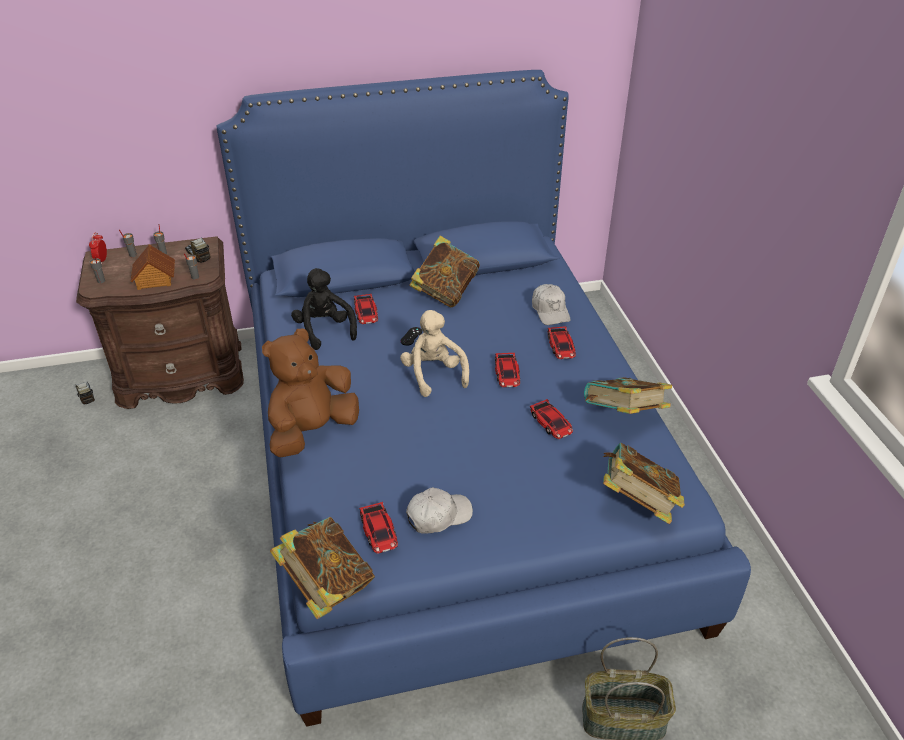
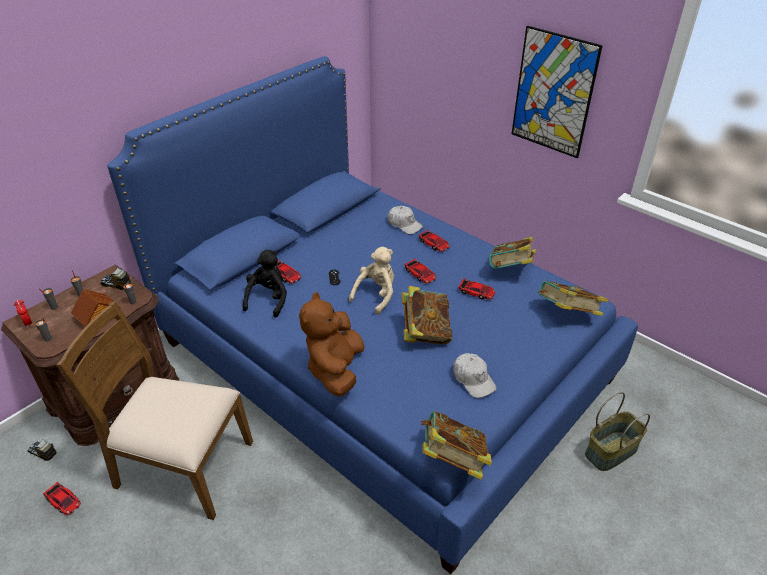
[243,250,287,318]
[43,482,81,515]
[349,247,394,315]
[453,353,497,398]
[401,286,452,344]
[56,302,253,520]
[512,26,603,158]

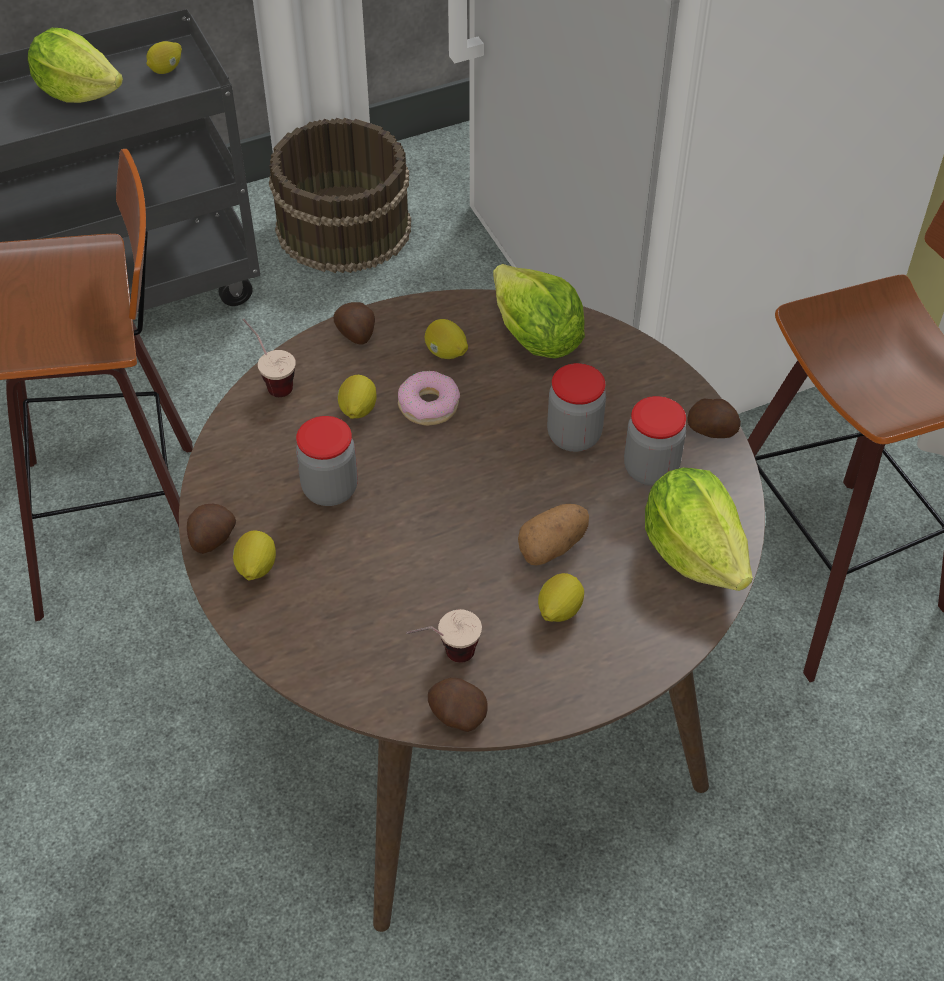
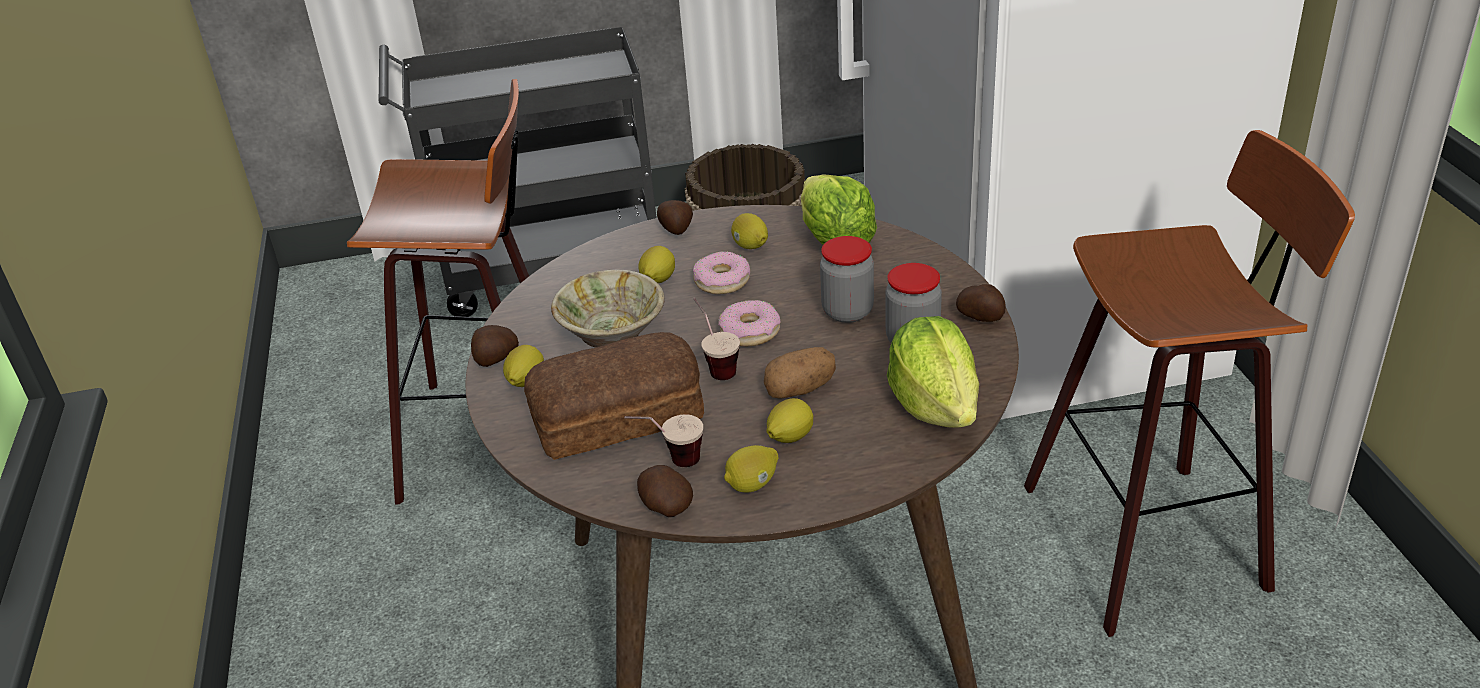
[28,28,123,103] (first image)
[724,445,779,492]
[693,297,740,380]
[551,270,665,348]
[524,332,704,460]
[718,300,780,346]

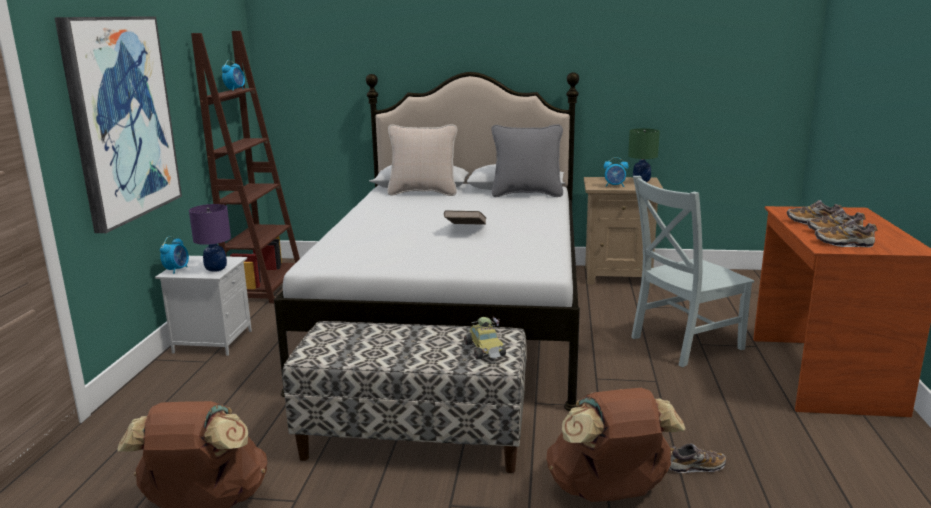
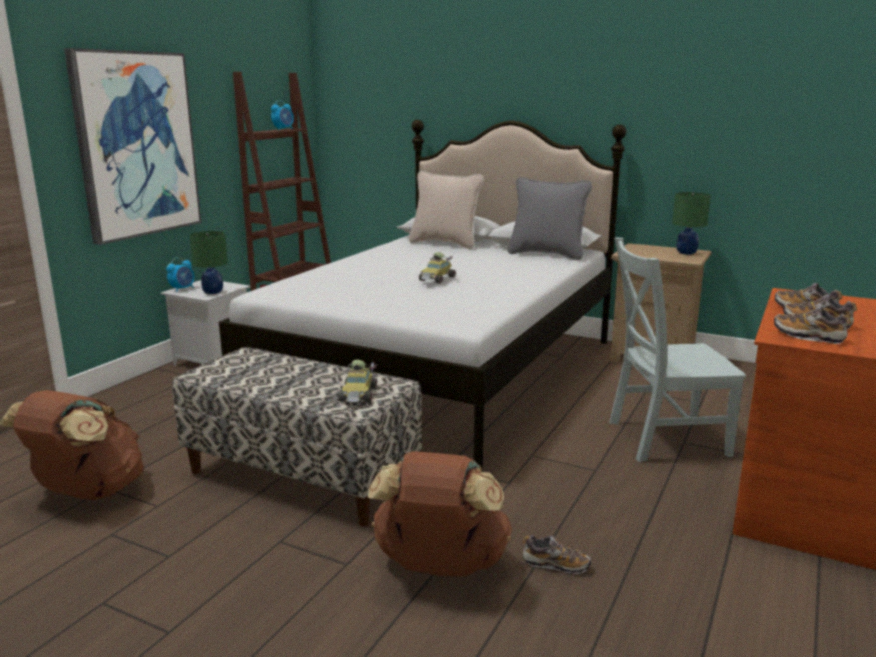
[189,231,228,294]
[419,252,456,284]
[604,157,628,187] (first image)

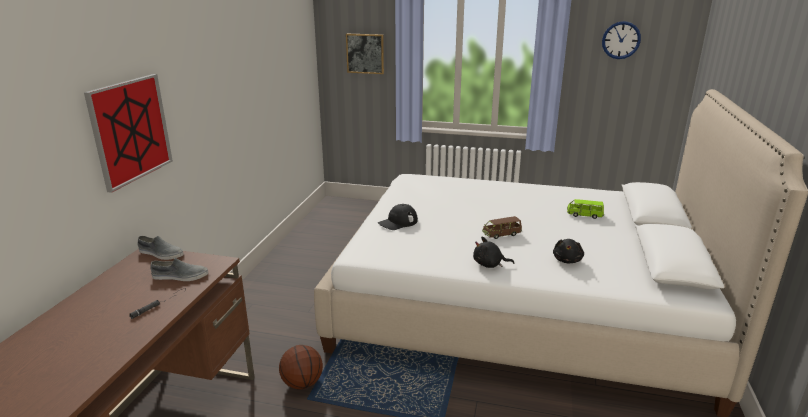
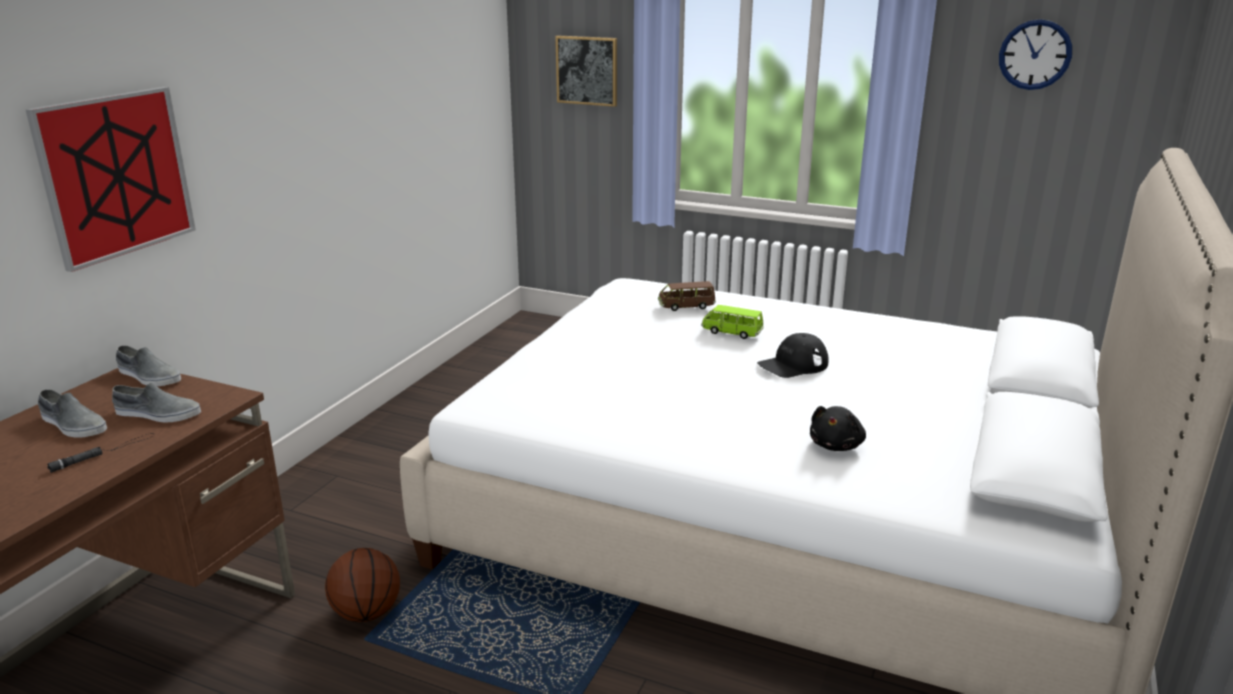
[757,333,829,378]
[473,237,514,268] (first image)
[658,281,716,311]
[701,305,764,339]
[38,389,107,438]

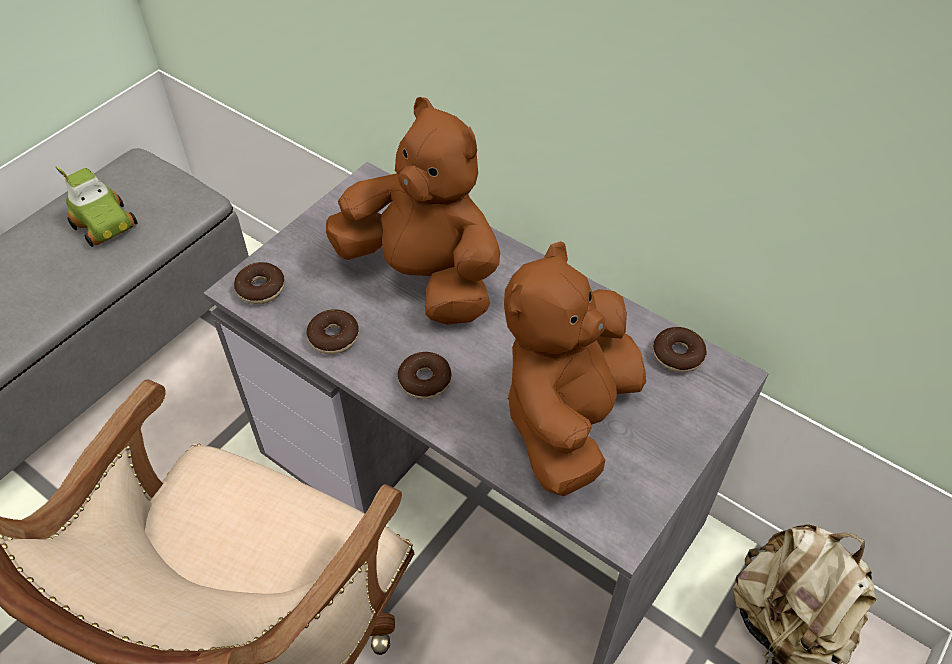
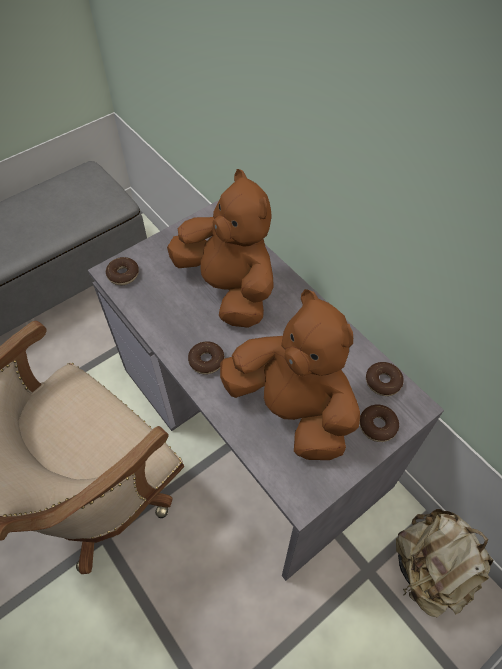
[56,166,138,247] (first image)
[359,404,399,442]
[220,289,360,460]

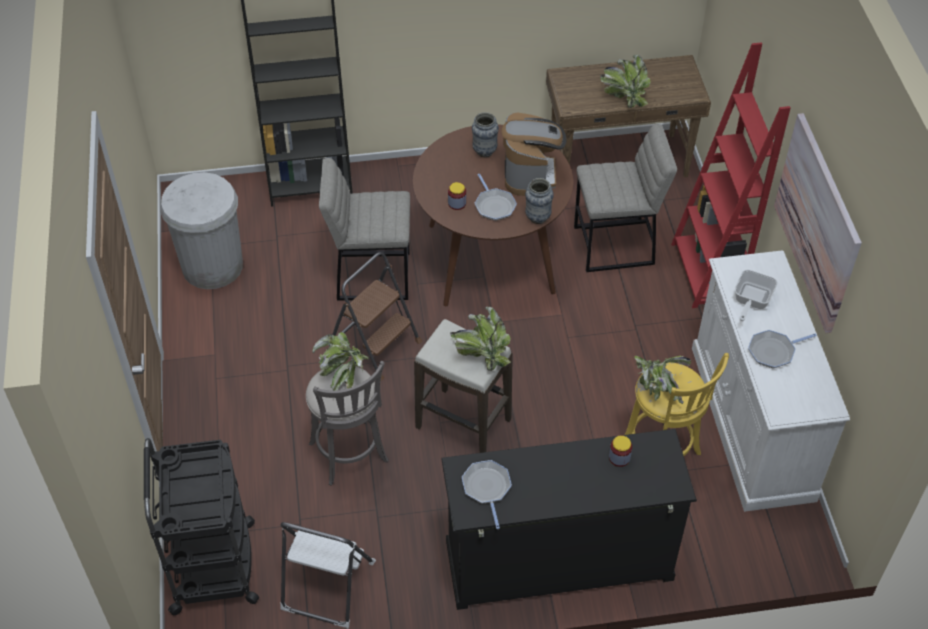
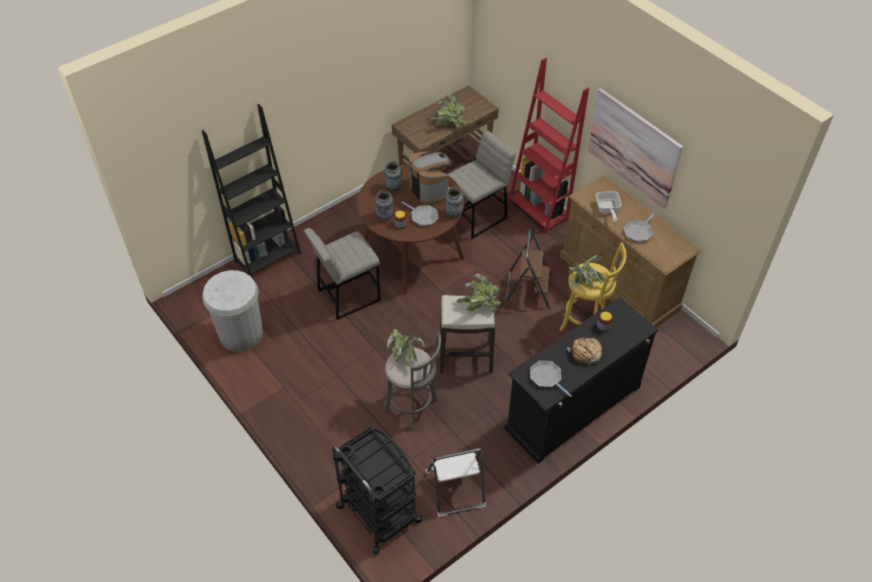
[504,229,554,309]
[560,175,701,328]
[375,190,393,221]
[567,338,602,365]

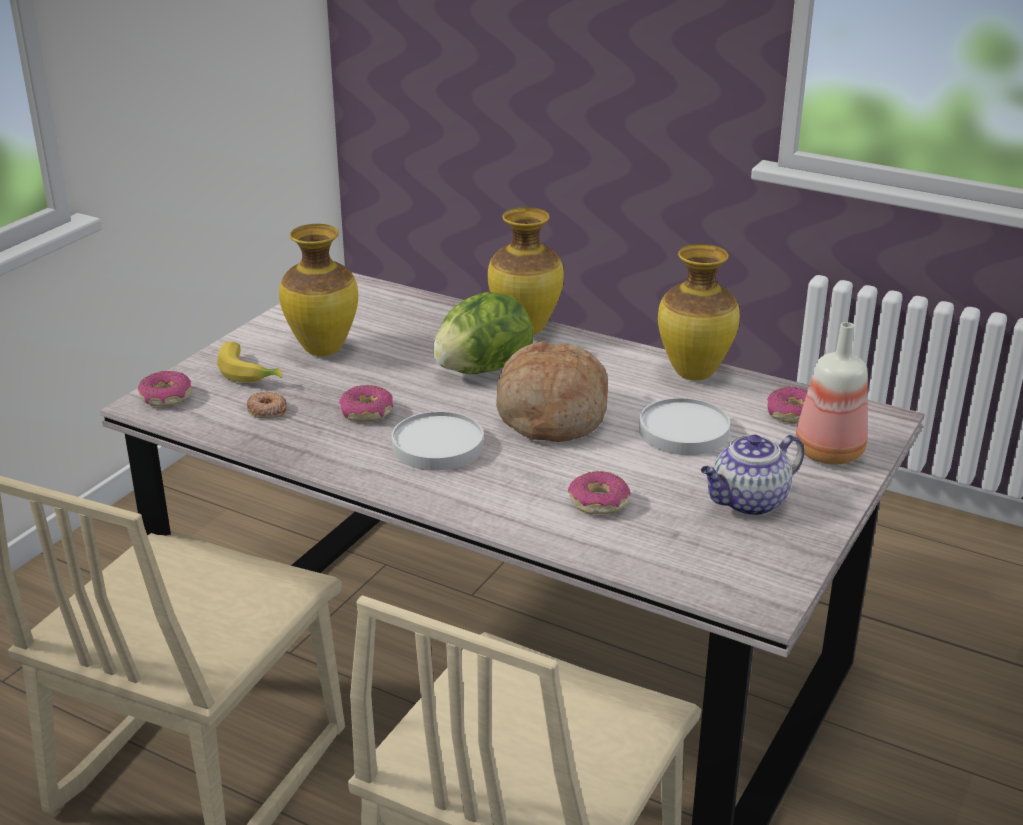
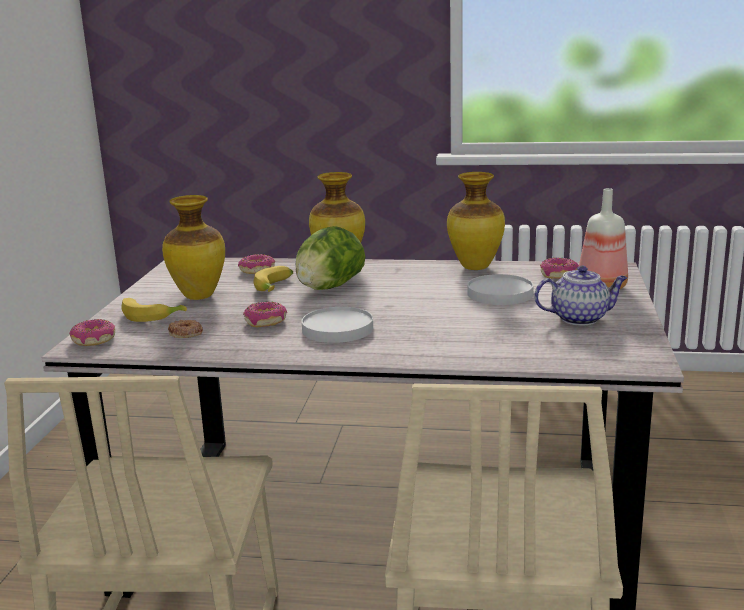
[496,341,608,442] (first image)
[238,254,275,274]
[534,266,627,326]
[253,266,293,292]

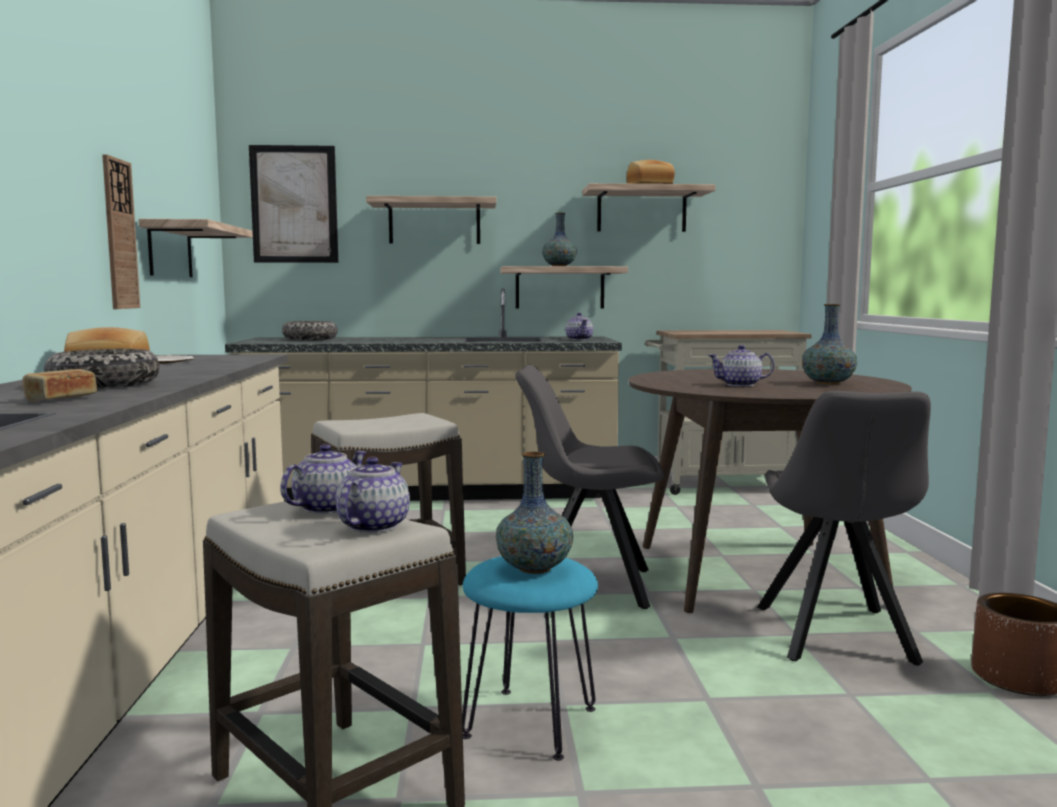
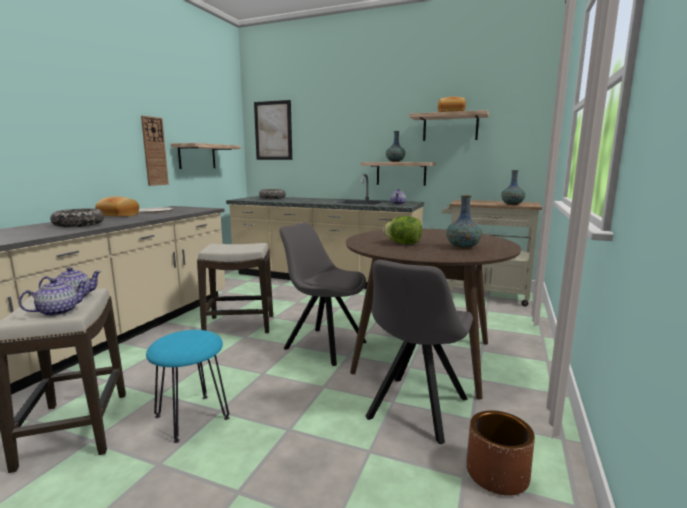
[22,369,97,402] (first image)
[366,196,496,244] (first image)
[501,170,525,205]
[383,216,422,244]

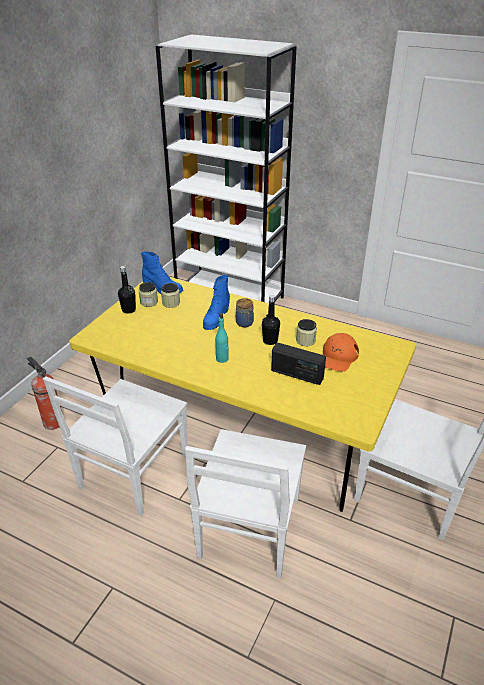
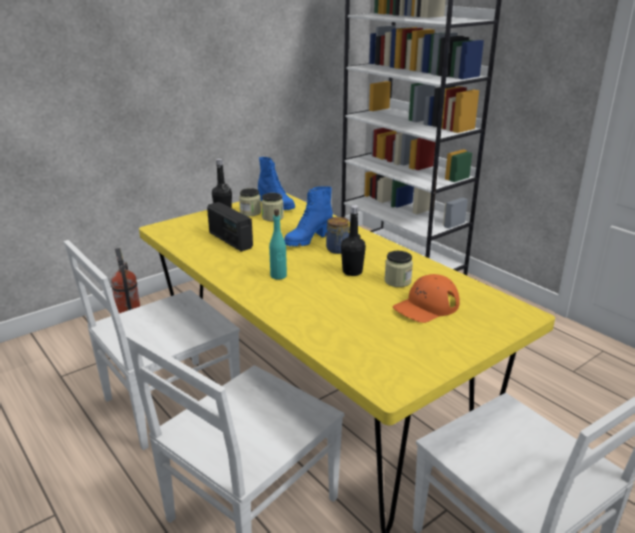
[207,202,253,252]

